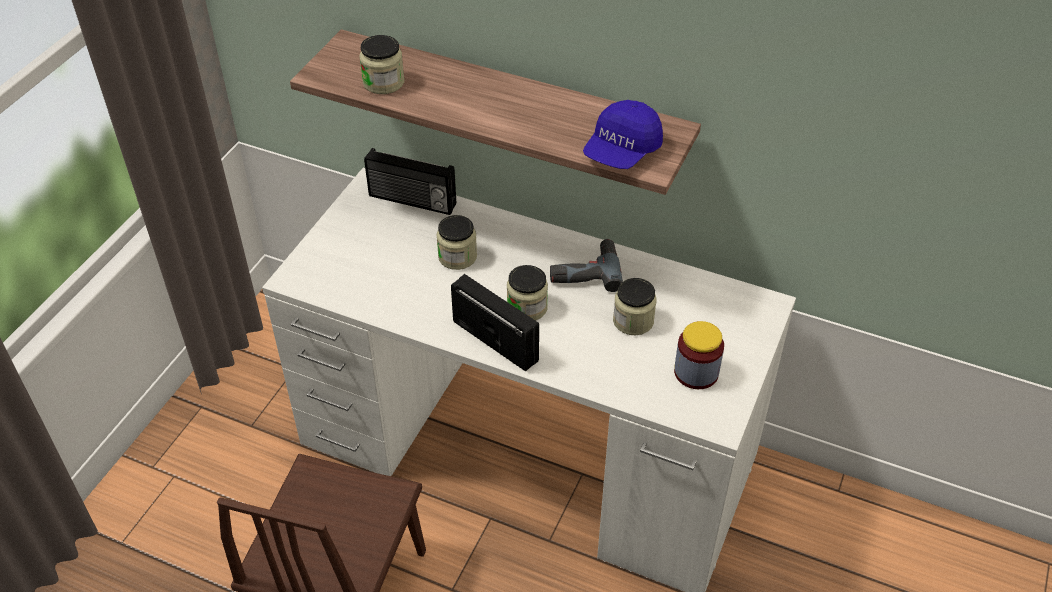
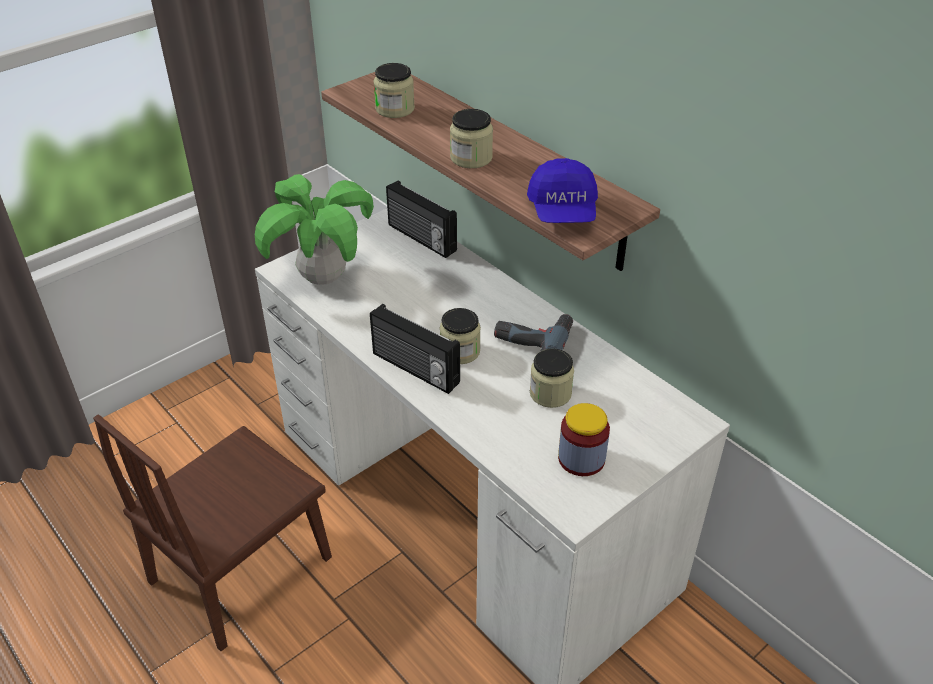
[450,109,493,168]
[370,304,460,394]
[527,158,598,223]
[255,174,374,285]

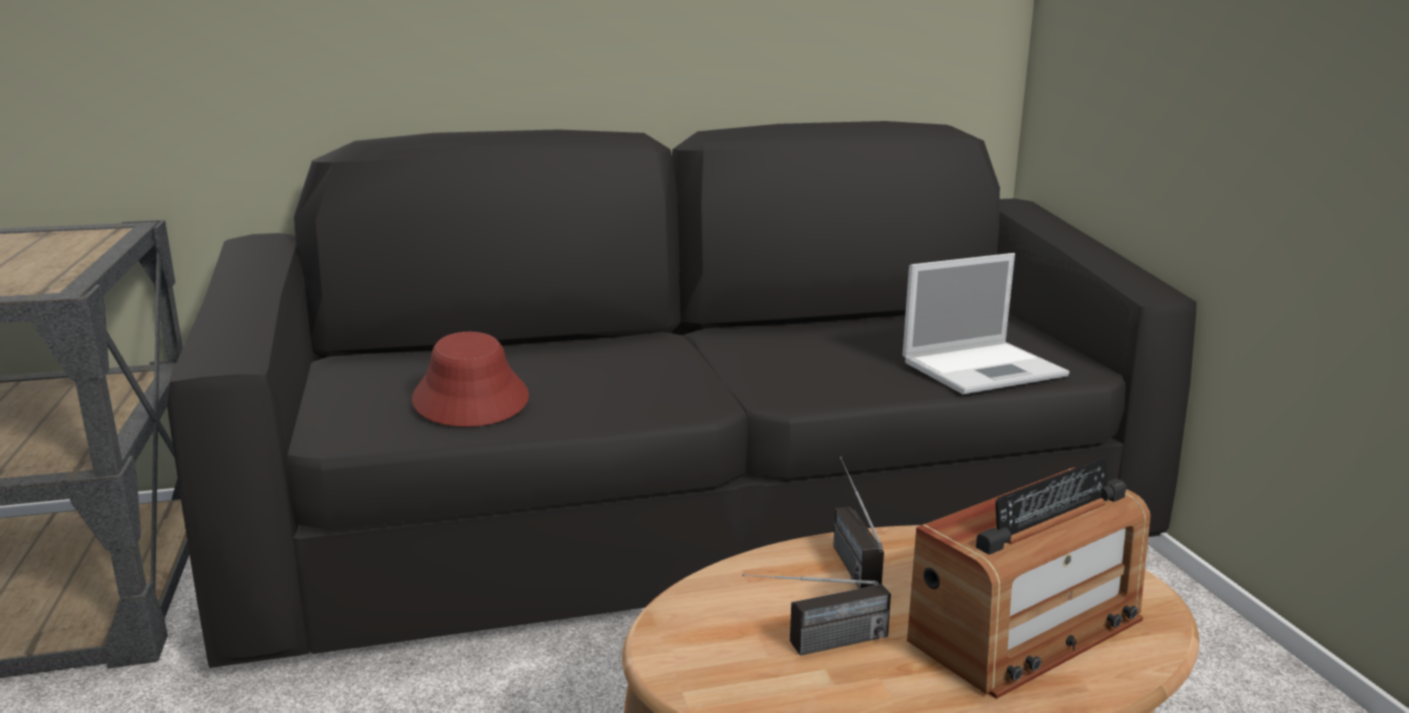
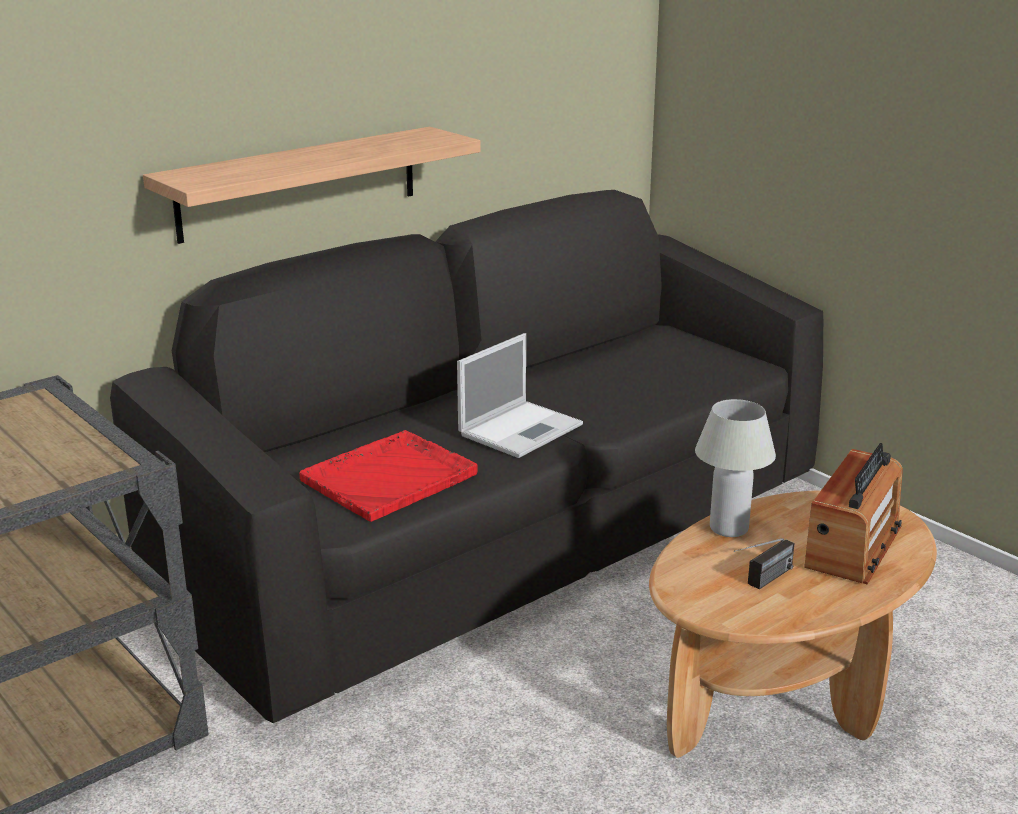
[299,430,478,522]
[695,399,776,537]
[457,333,583,458]
[143,127,481,244]

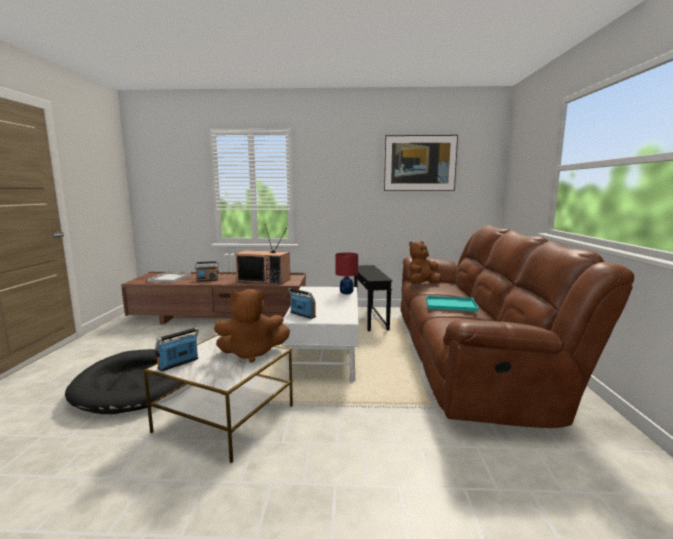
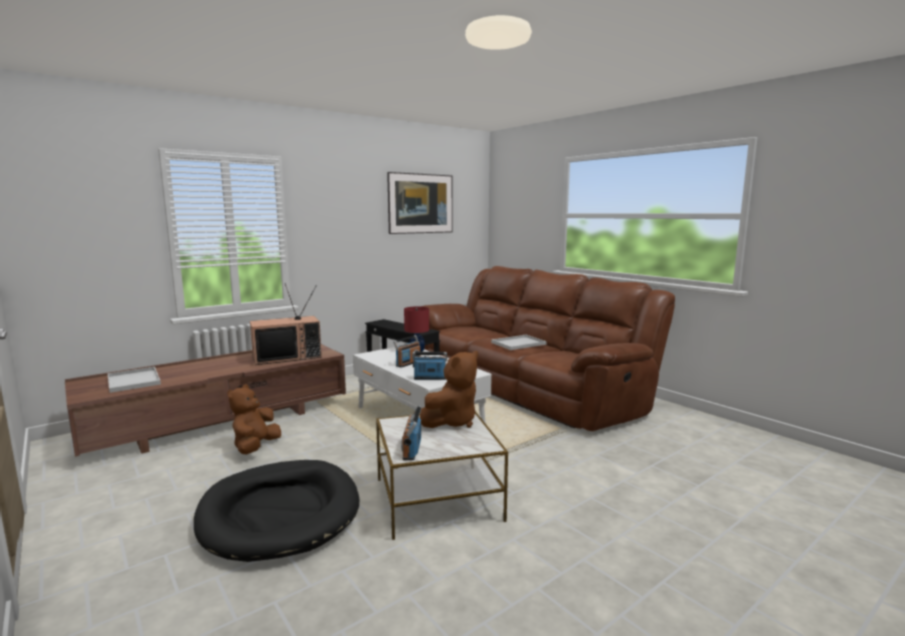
[393,335,421,368]
[228,384,281,454]
[491,335,547,350]

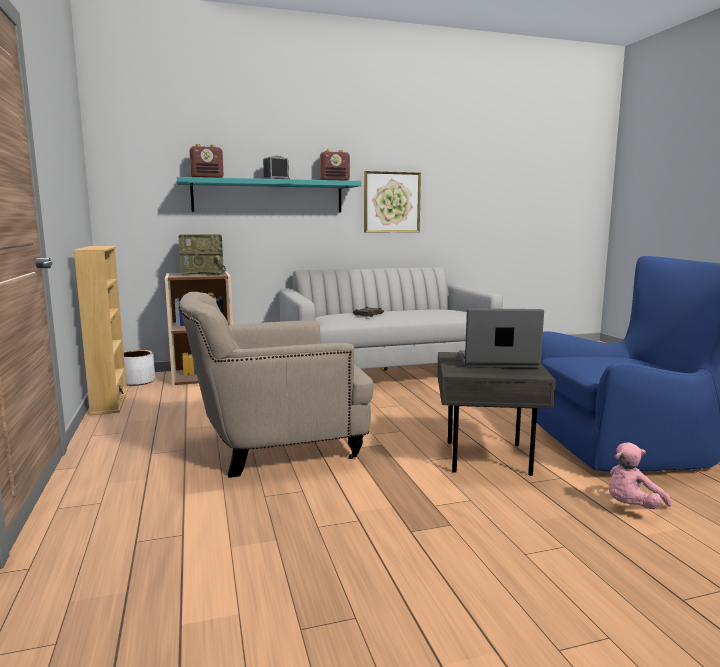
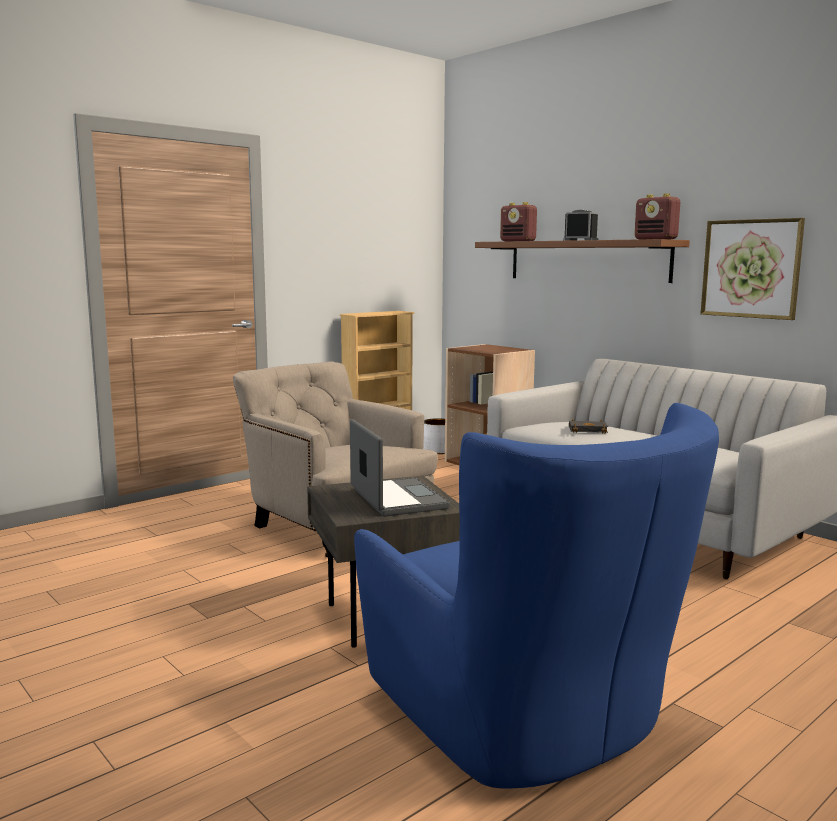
[475,239,690,283]
[178,234,226,276] (first image)
[609,442,671,509] (first image)

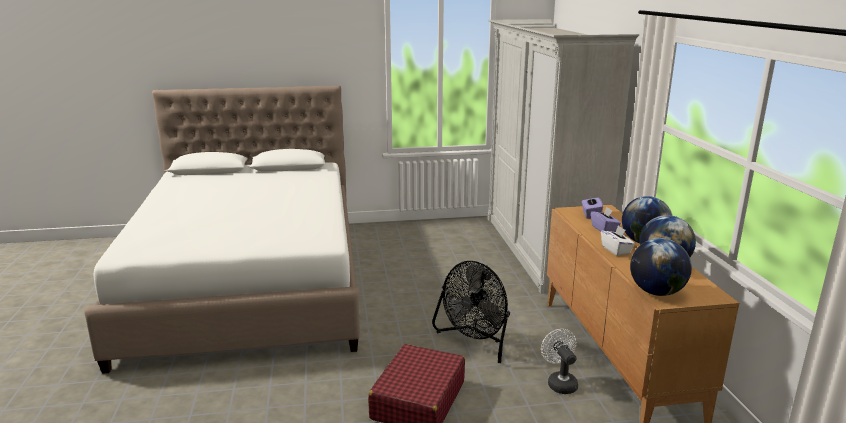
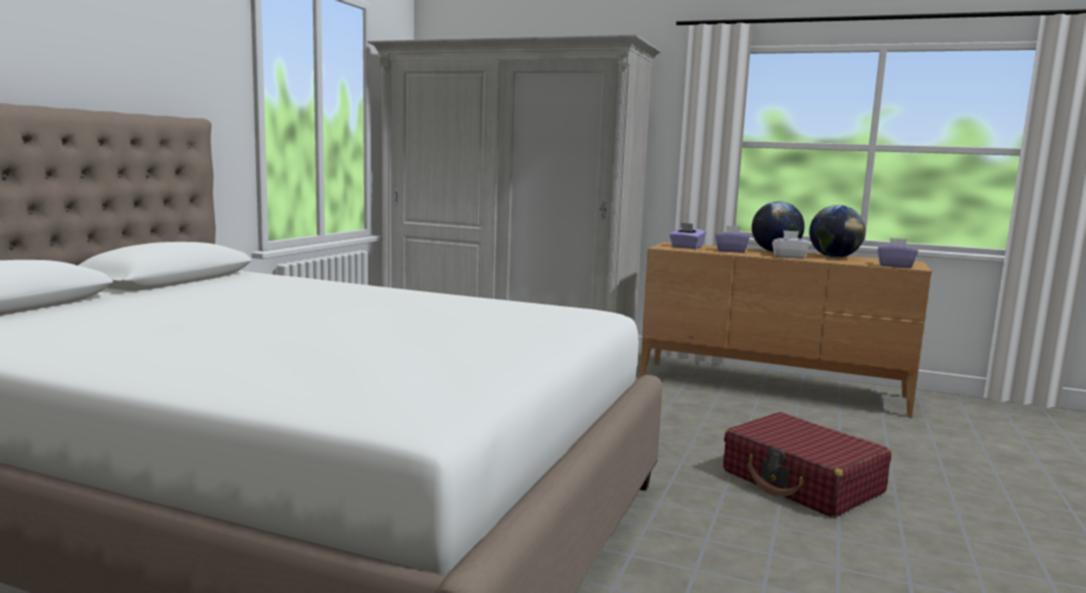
[432,261,510,363] (first image)
[541,329,578,394] (first image)
[877,238,918,268]

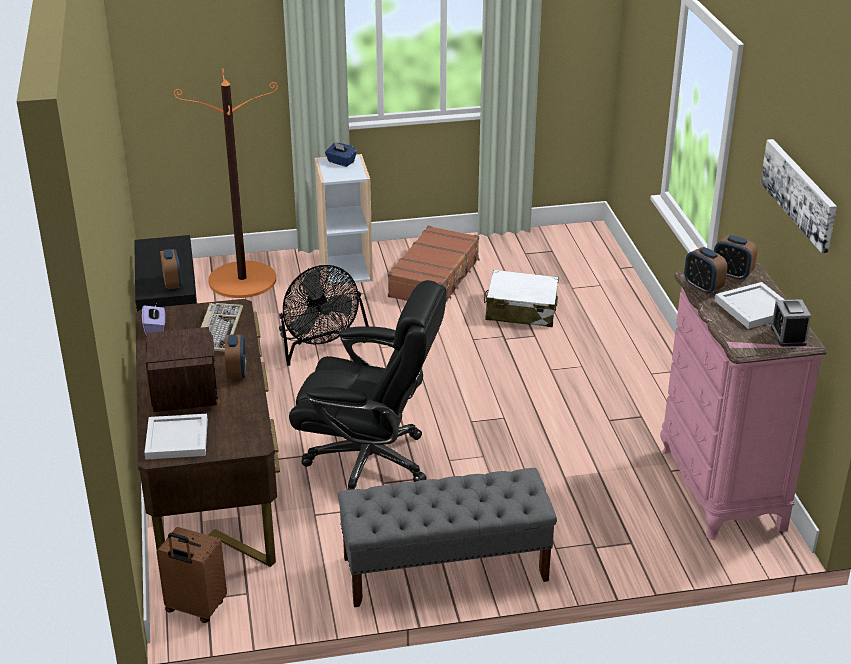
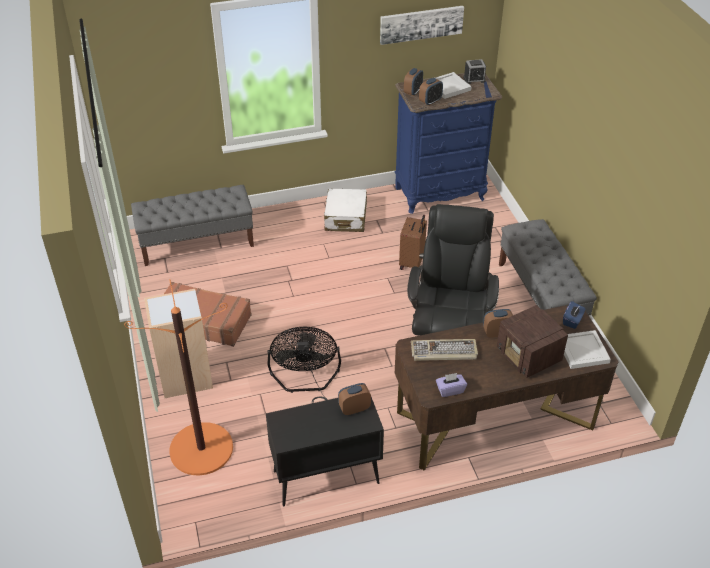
[497,305,568,378]
[399,215,427,270]
[267,327,341,403]
[563,301,585,329]
[324,189,367,232]
[394,73,502,214]
[131,185,254,266]

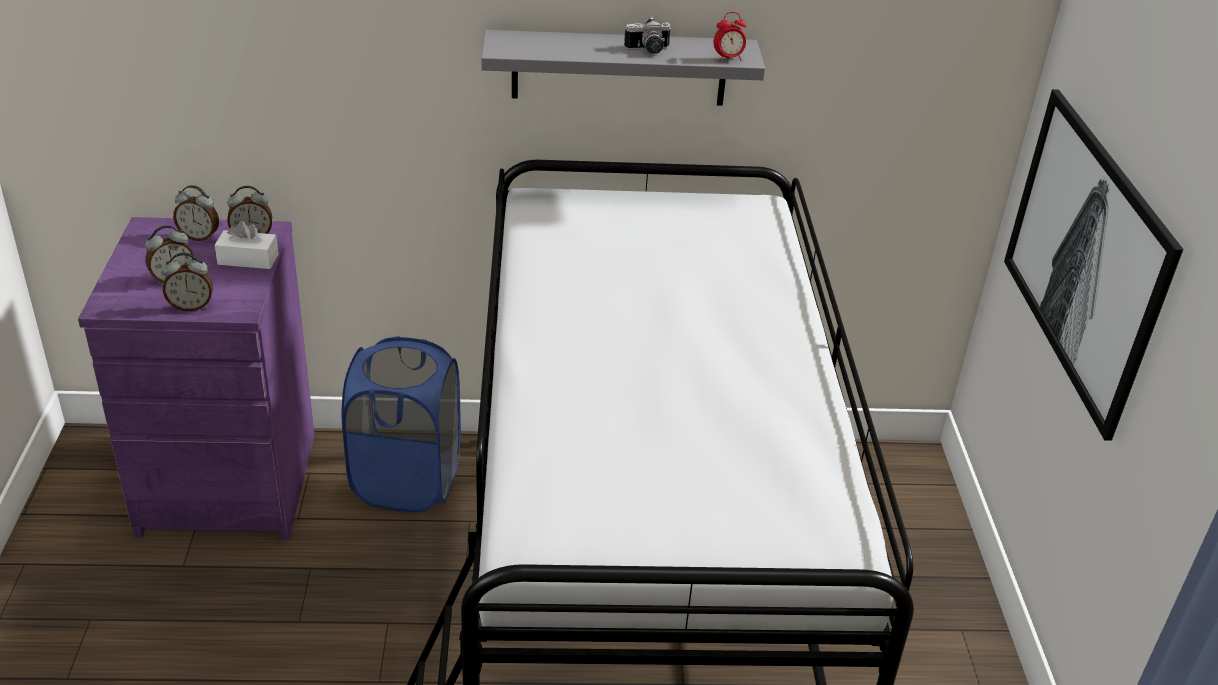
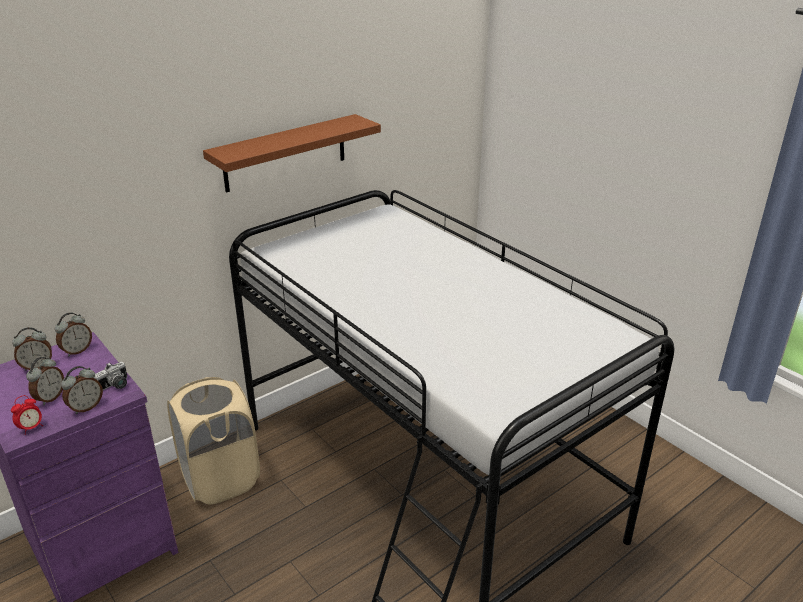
[215,221,279,269] (first image)
[167,377,260,505]
[203,114,381,193]
[94,362,127,390]
[11,395,43,435]
[1004,89,1184,441] (first image)

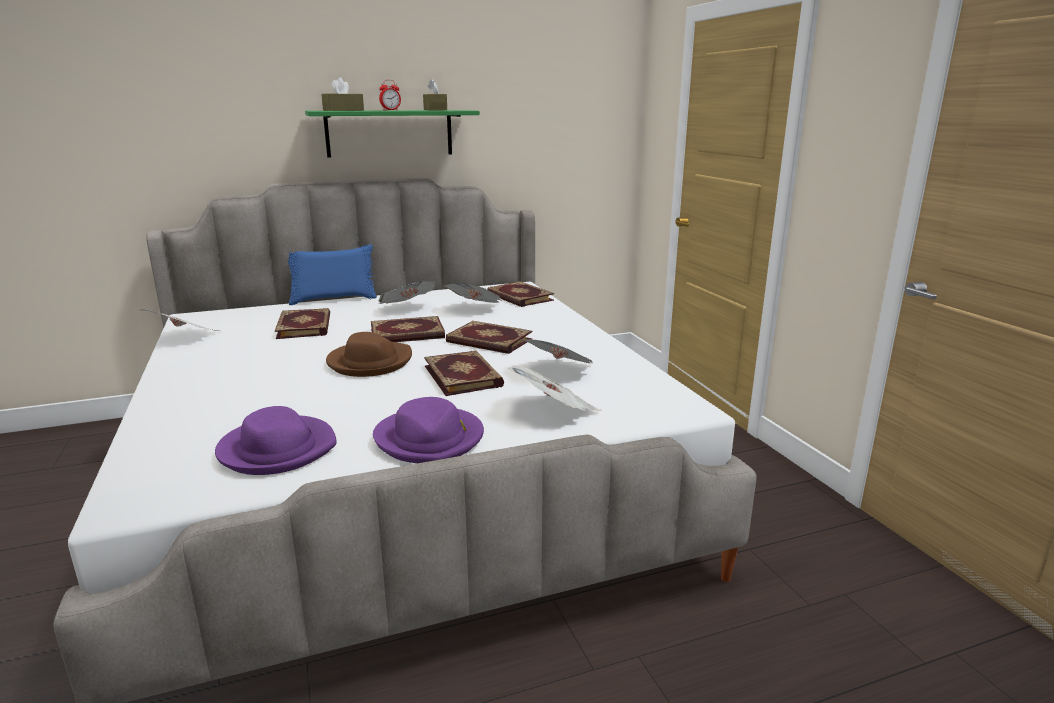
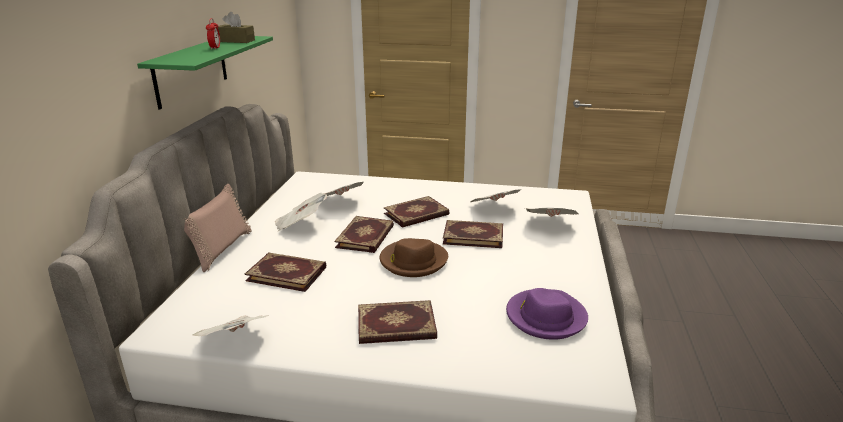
[184,184,252,272]
[321,77,364,111] (first image)
[373,397,484,463] (first image)
[358,300,437,344]

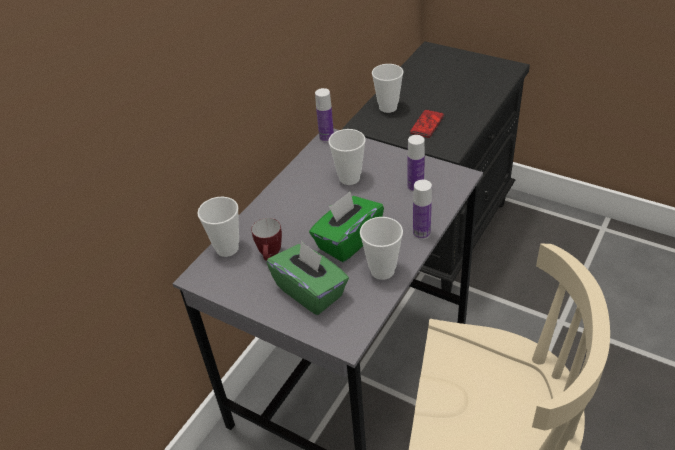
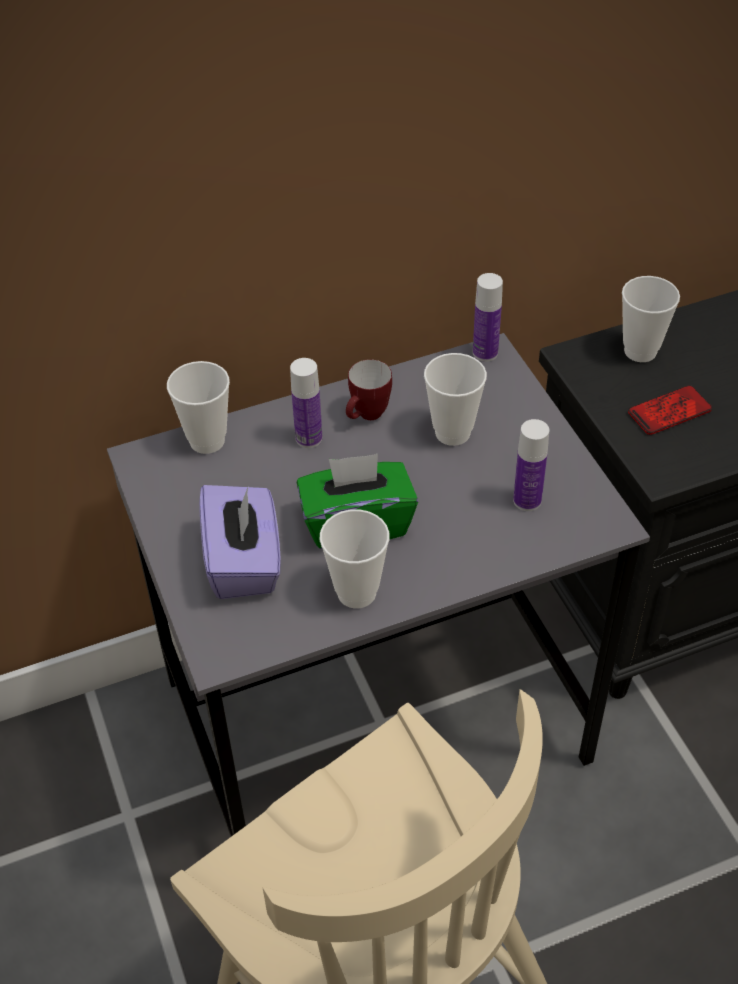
[346,360,392,420]
[199,485,281,599]
[290,358,322,448]

